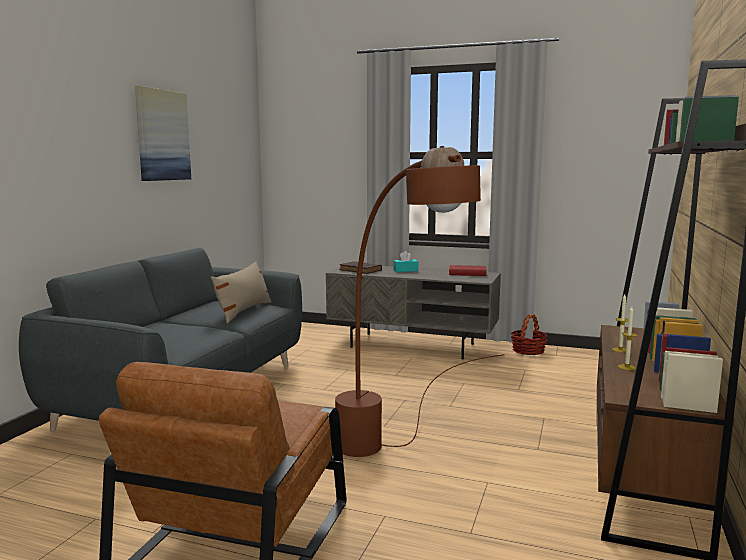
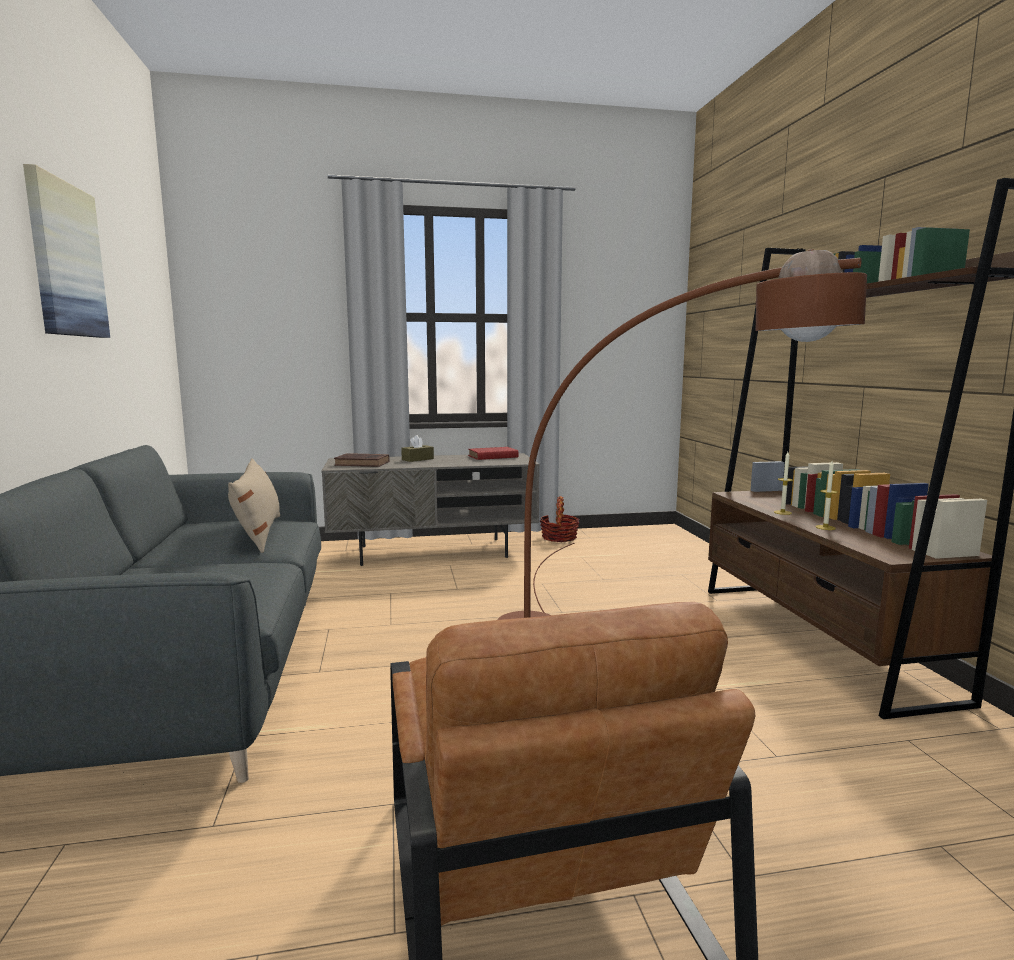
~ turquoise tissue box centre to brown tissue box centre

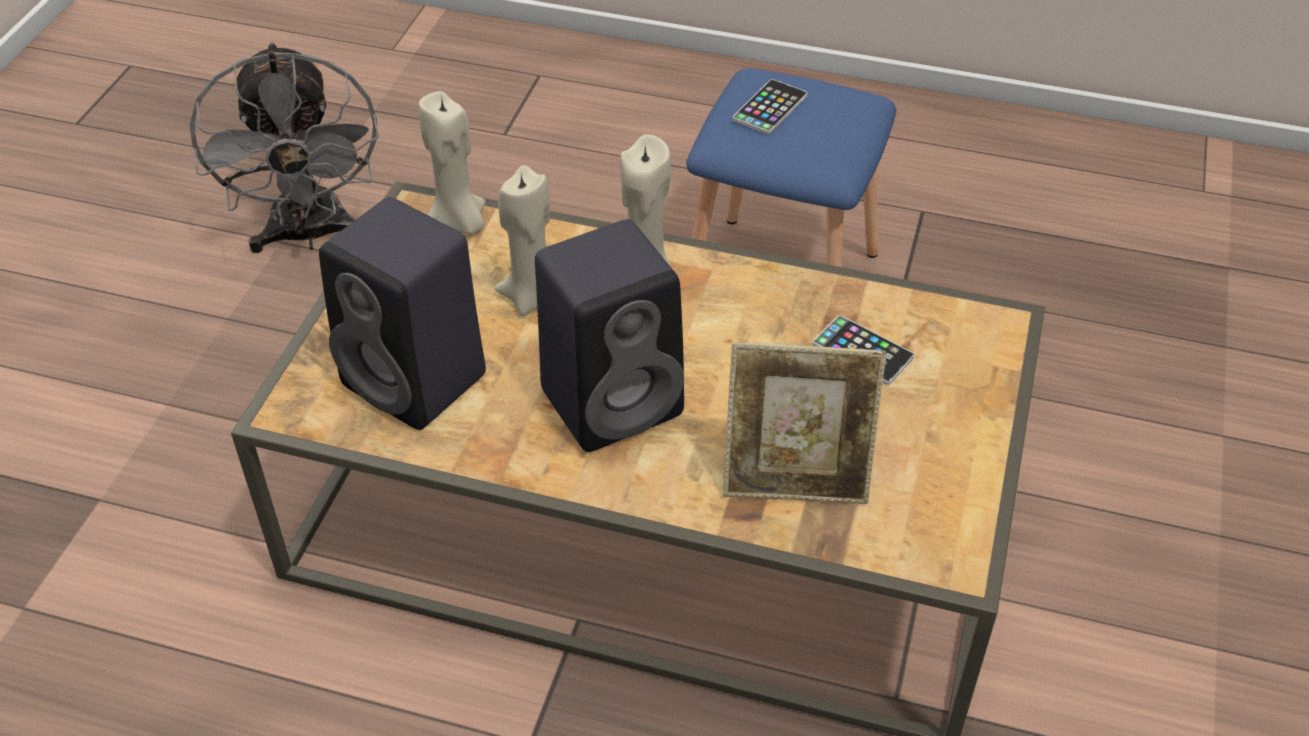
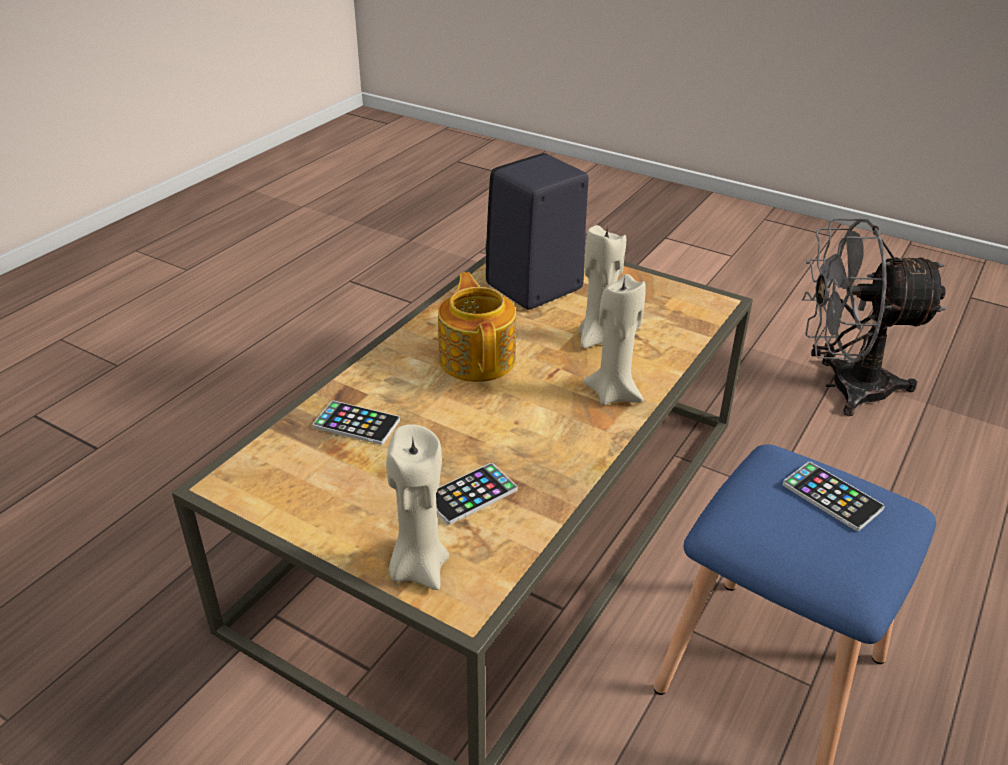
~ beige candle (1st from left) top centre to centre
~ black speaker (2nd from left) centre to teapot centre
~ picture frame centre to phone (1st from left) centre

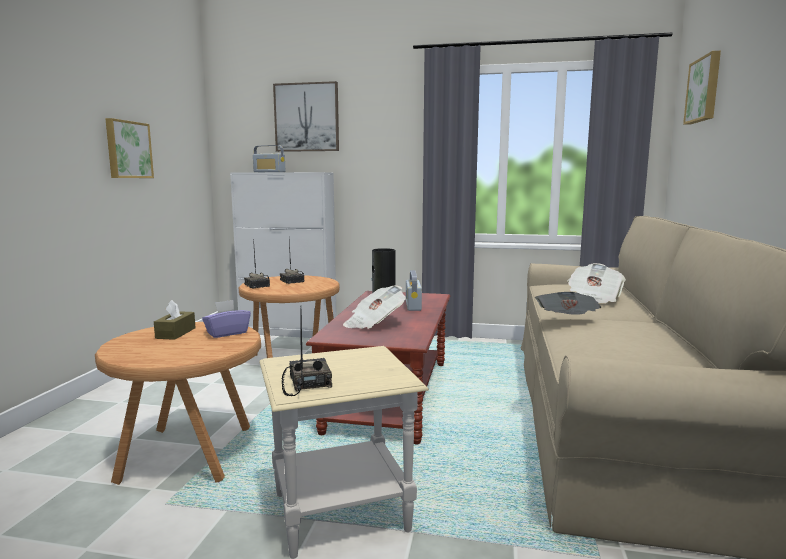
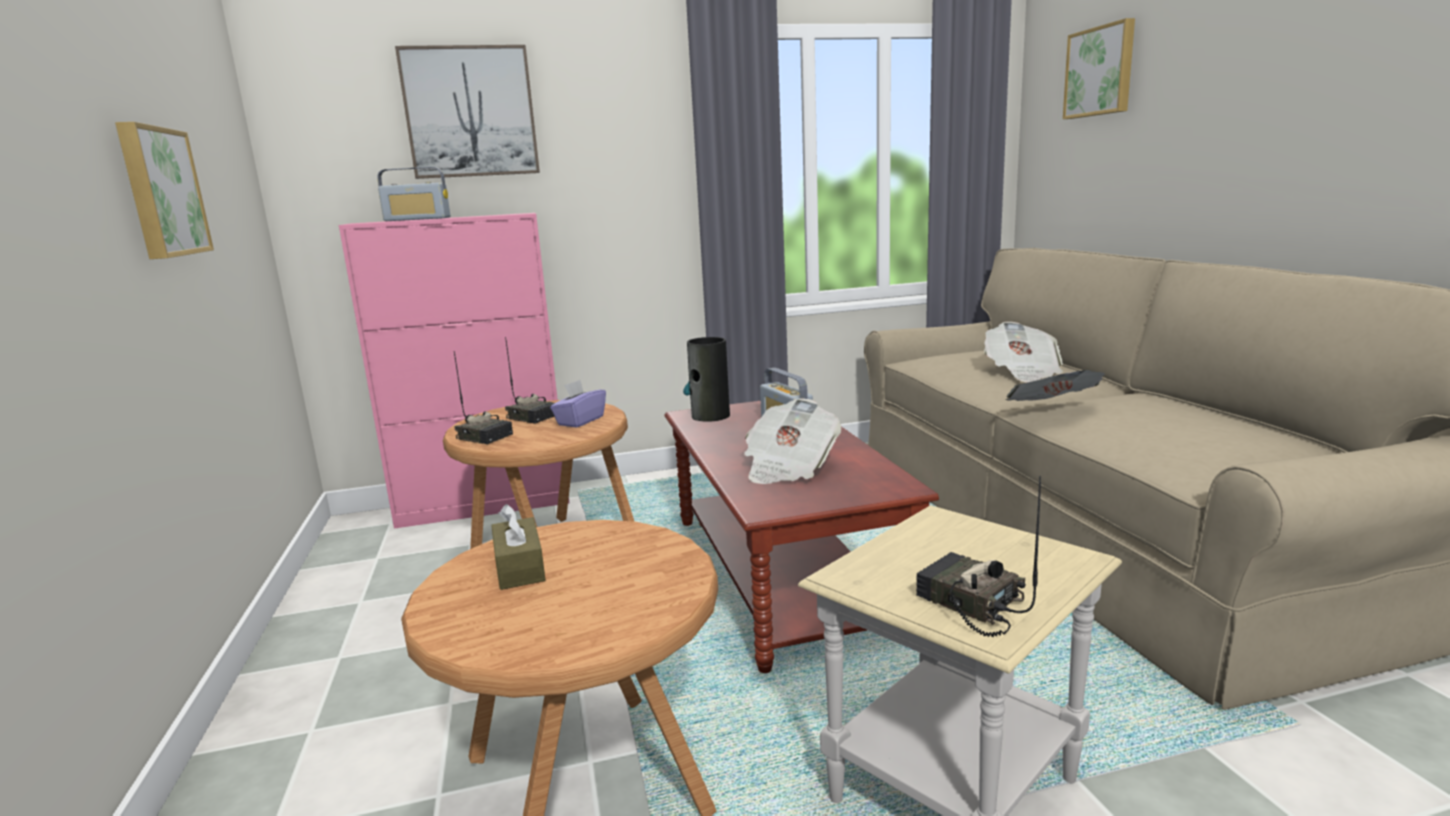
~ white cabinet centre to pink cabinet middle left
~ purple tissue box middle left to centre

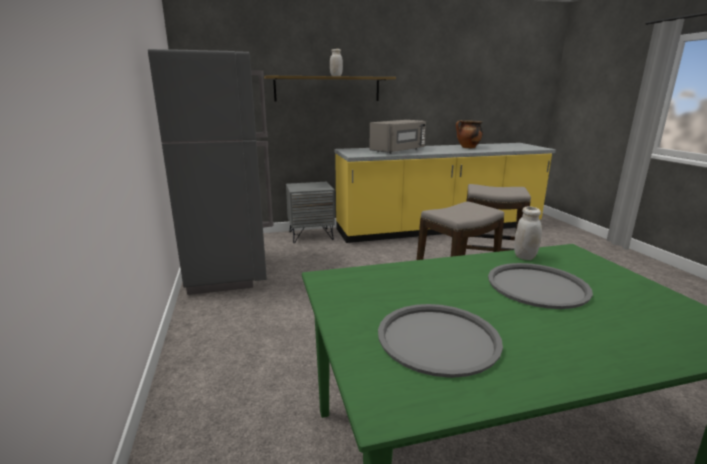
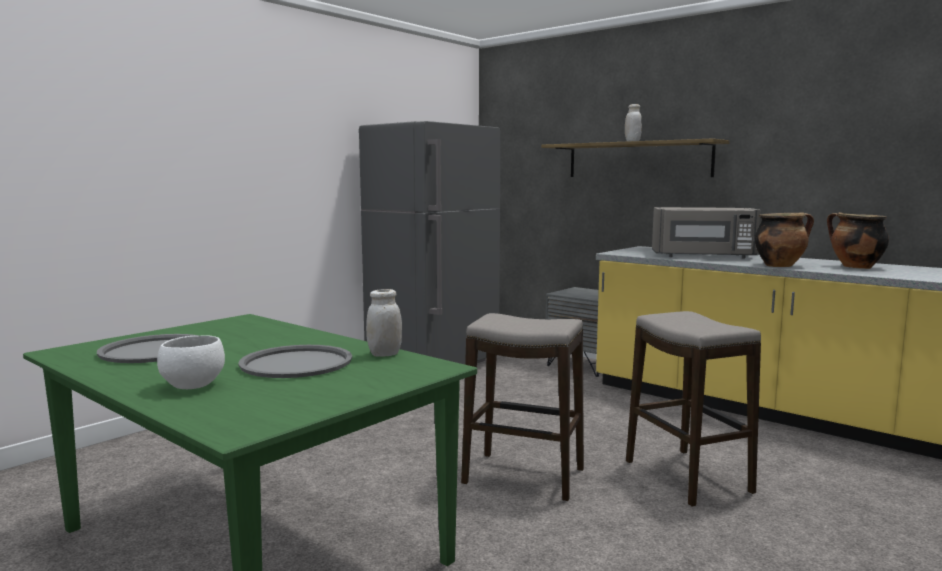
+ cooking pot (1st from left) middle right
+ white bowl middle left

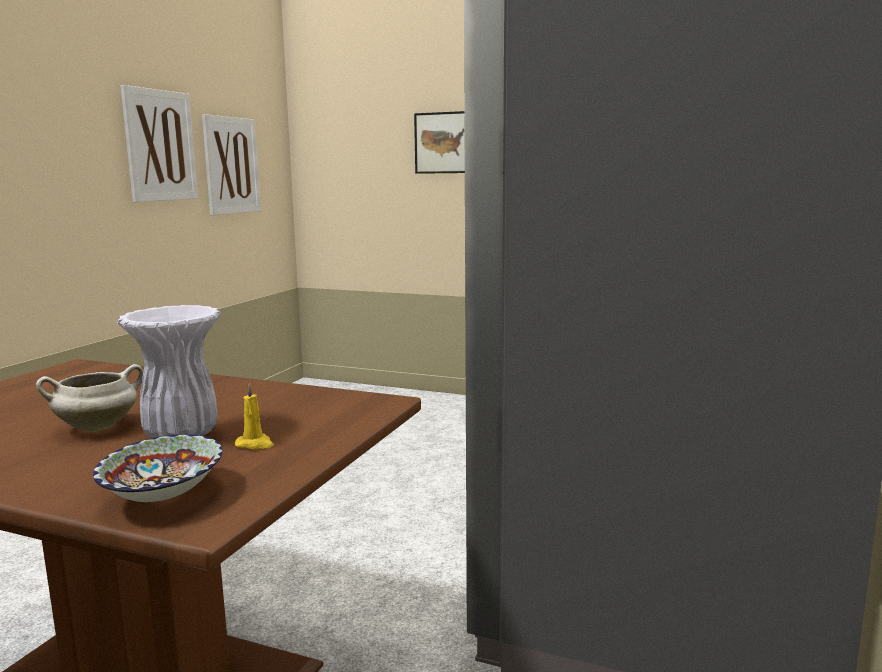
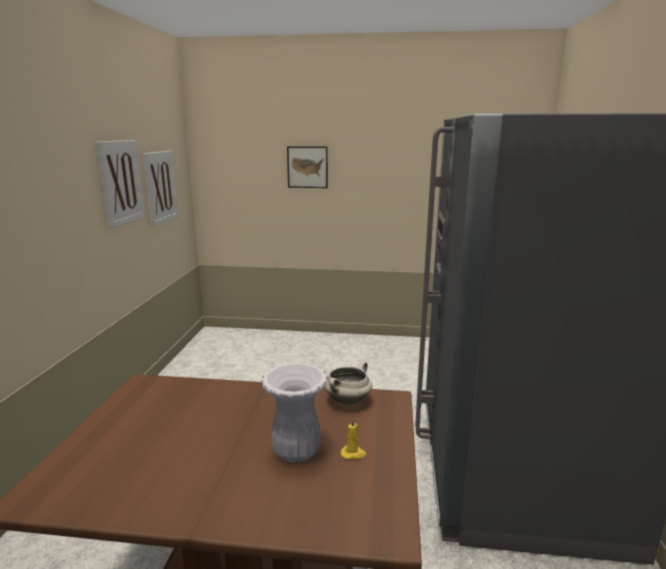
~ white cooking pot middle left to bottom centre
- bowl bottom left

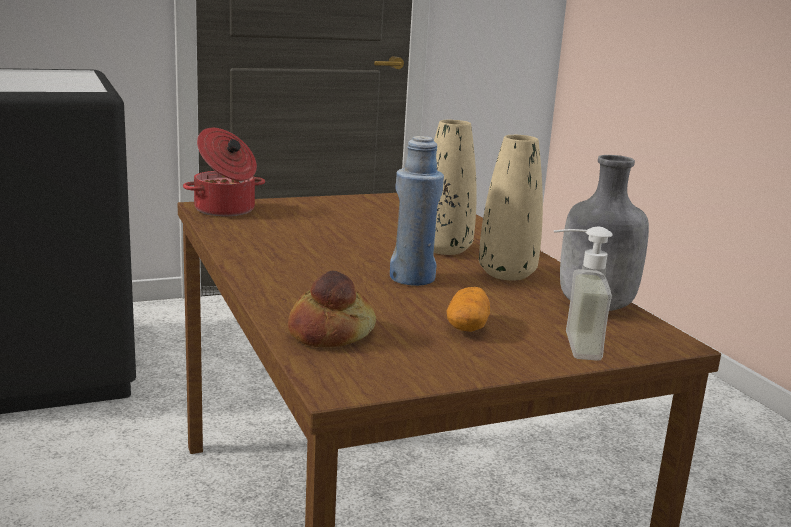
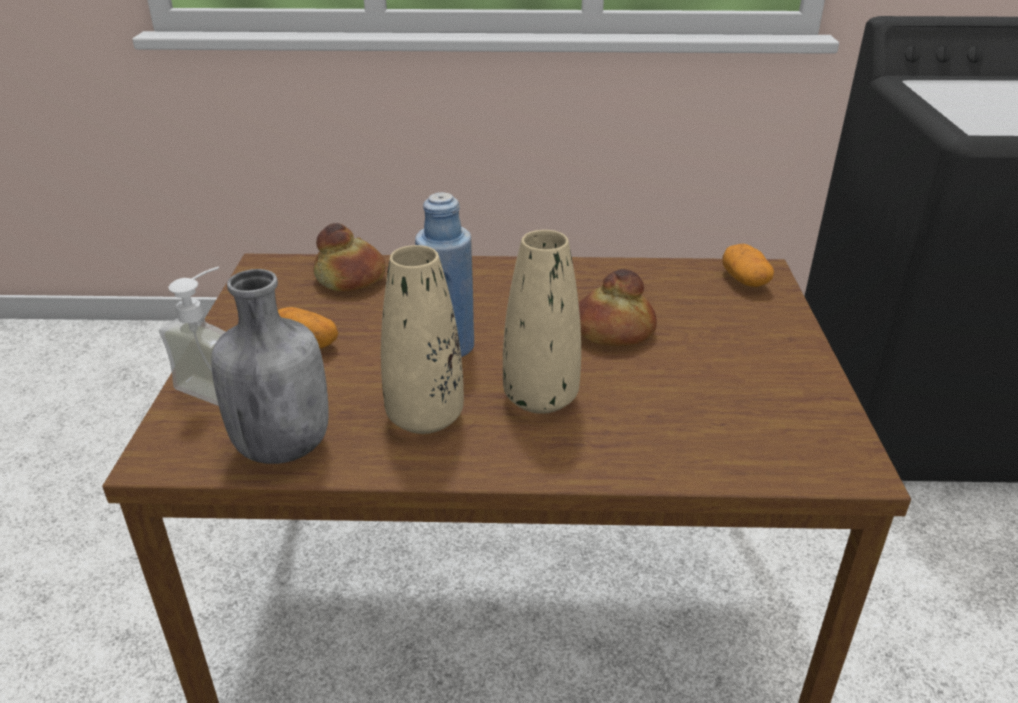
~ cooking pot top left to potato (2nd from left) middle right
+ bread (2nd from left) centre

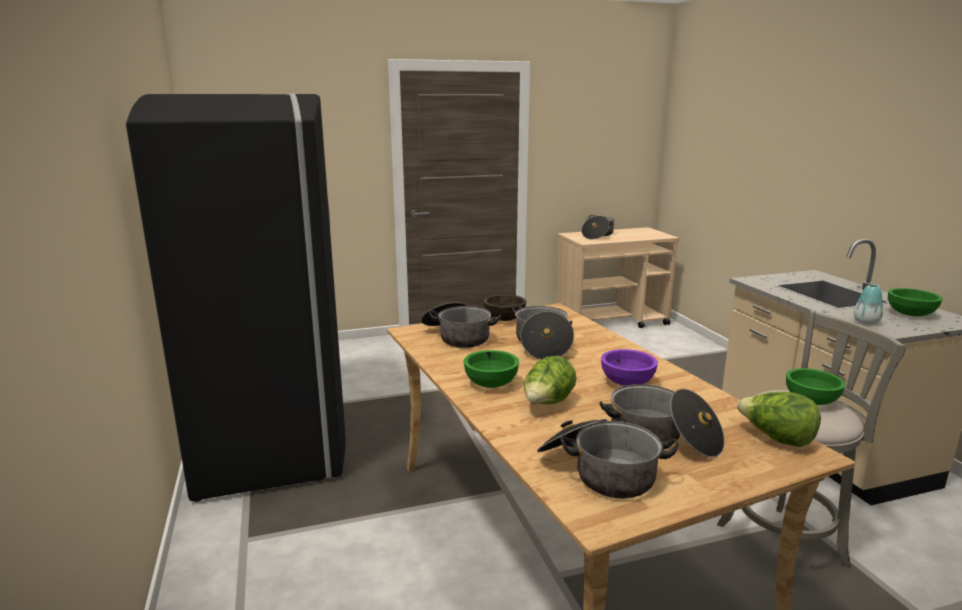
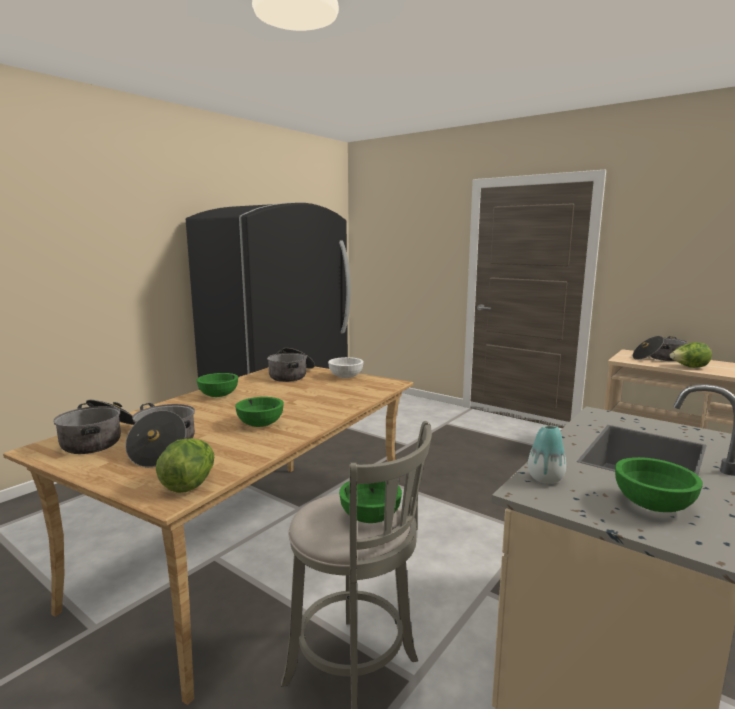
~ brown bowl centre to white bowl centre
- cooking pot (2nd from left) centre
~ purple bowl centre to green bowl (2nd from left) centre
~ lettuce (1st from left in the first image) centre to lettuce (2nd from left) middle right

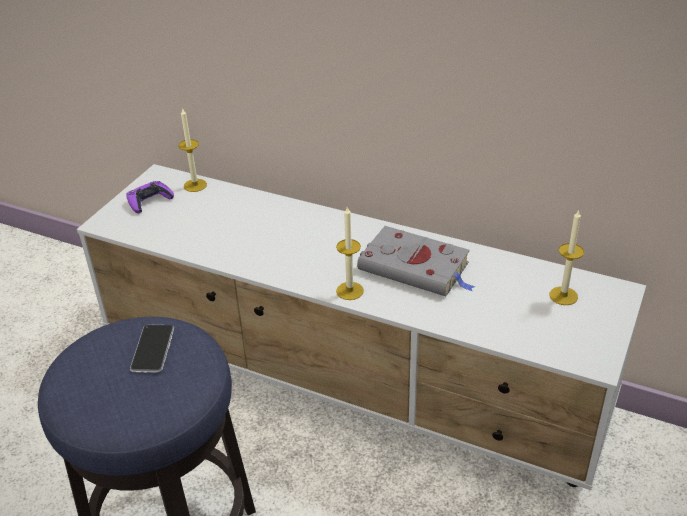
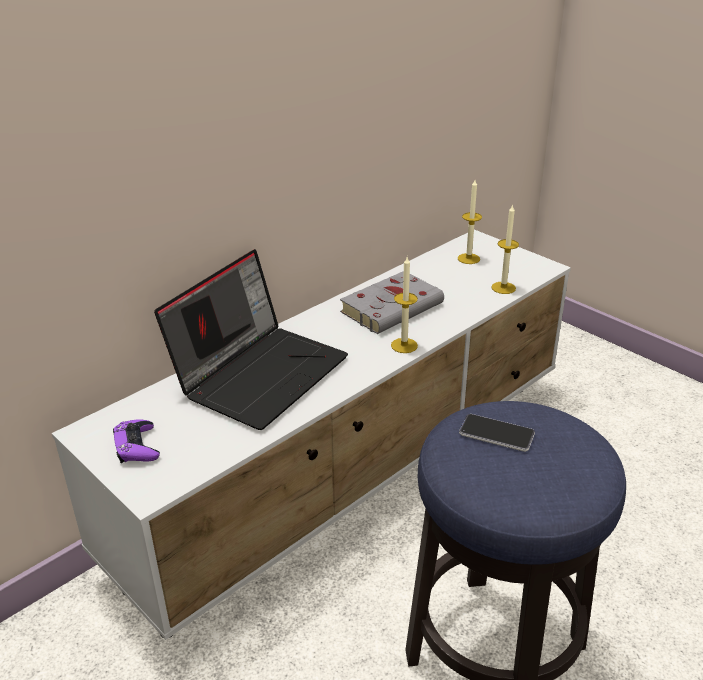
~ candle (1st from left in the first image) top left to candle (3rd from left) middle right
+ laptop centre

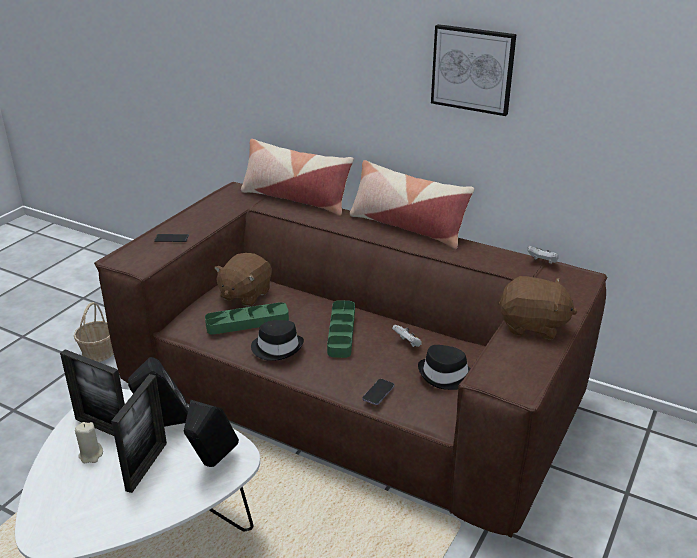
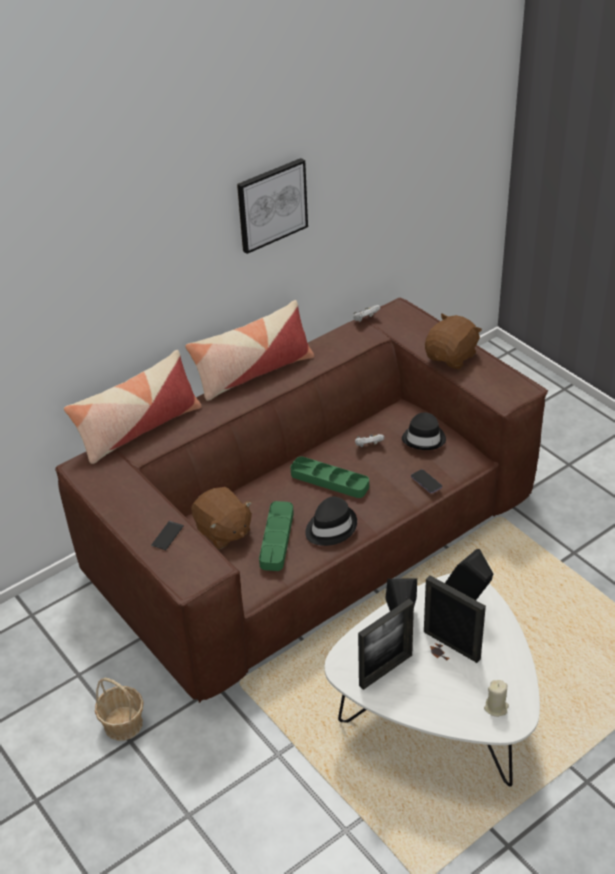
~ beige candle bottom left to bottom right

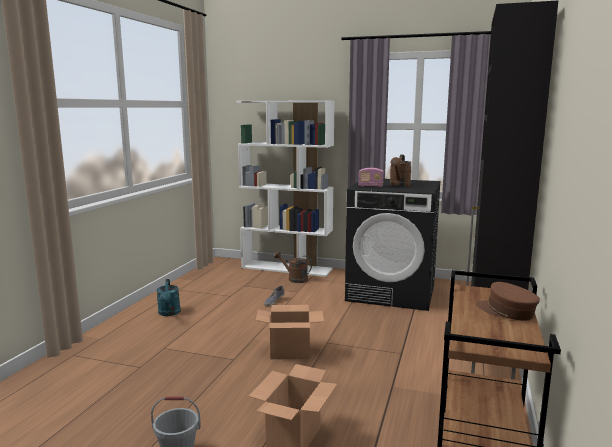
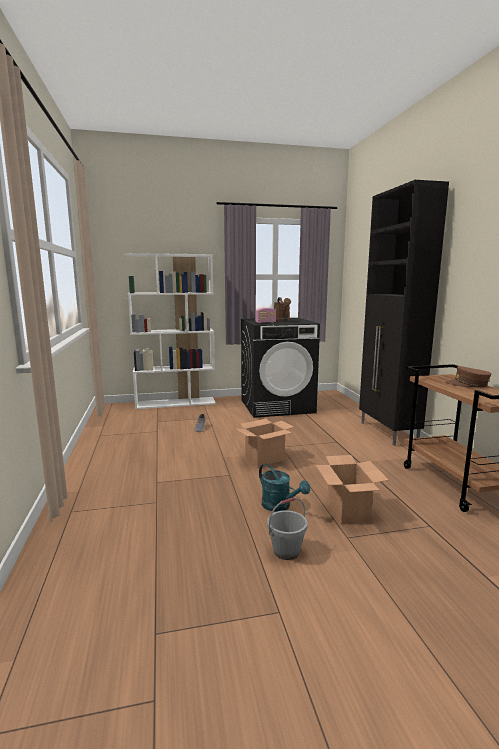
- brown watering can (1st from left) centre
~ turquoise watering can middle left to centre

